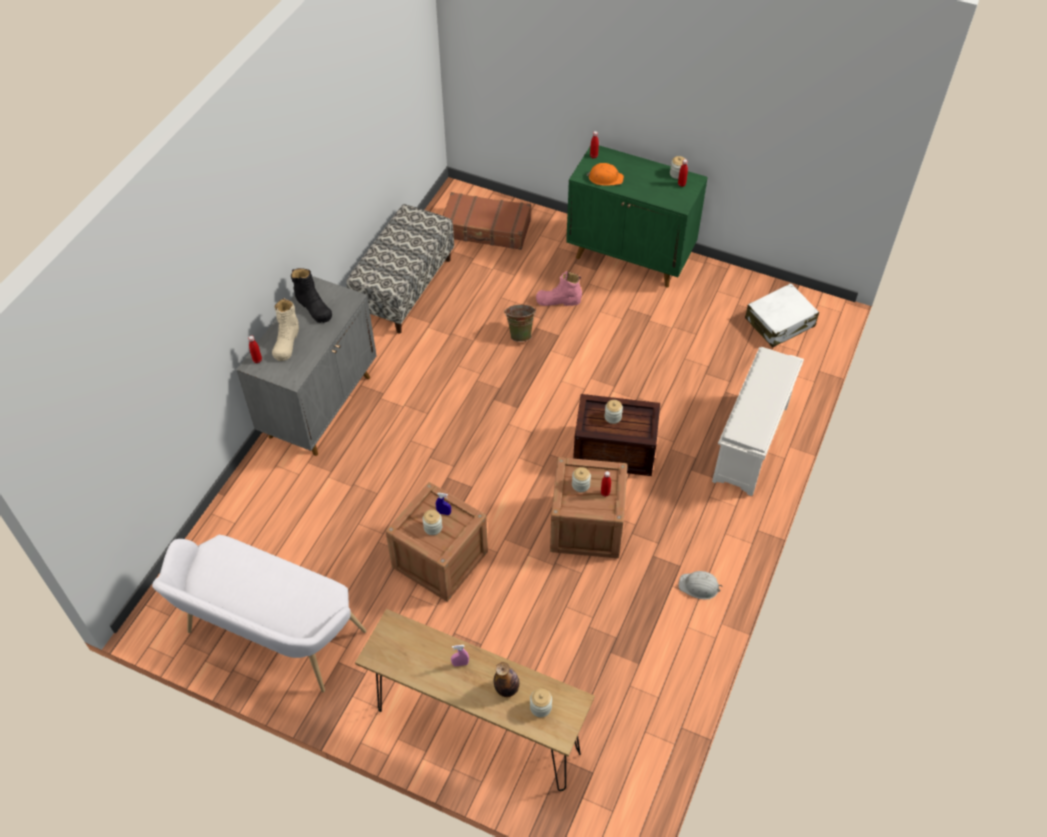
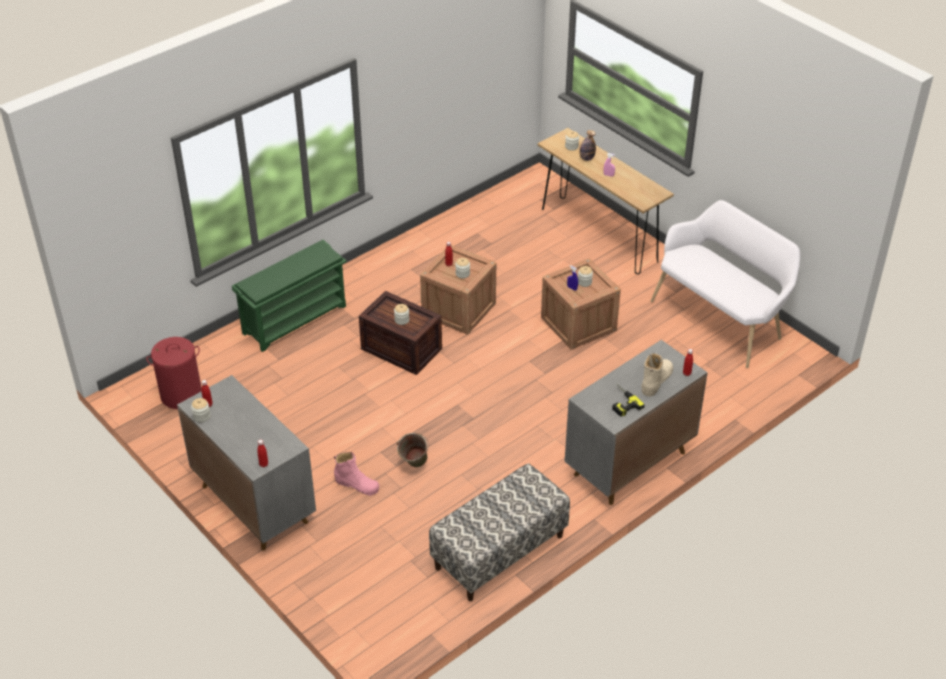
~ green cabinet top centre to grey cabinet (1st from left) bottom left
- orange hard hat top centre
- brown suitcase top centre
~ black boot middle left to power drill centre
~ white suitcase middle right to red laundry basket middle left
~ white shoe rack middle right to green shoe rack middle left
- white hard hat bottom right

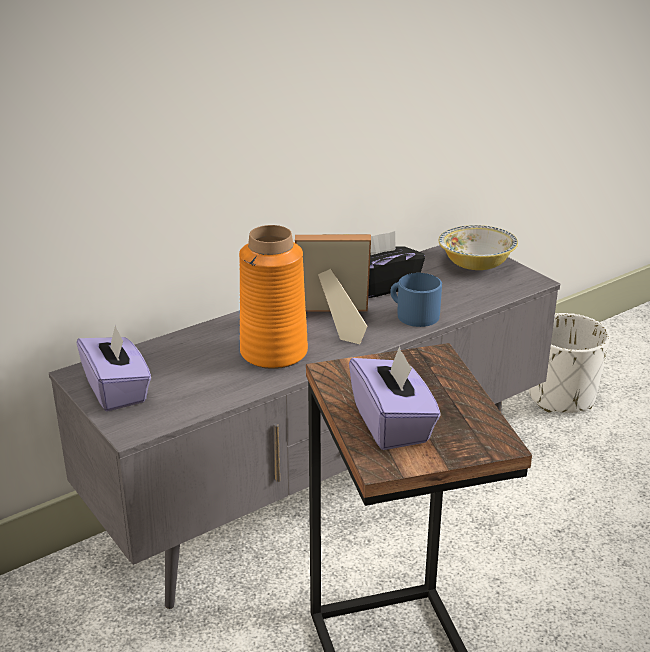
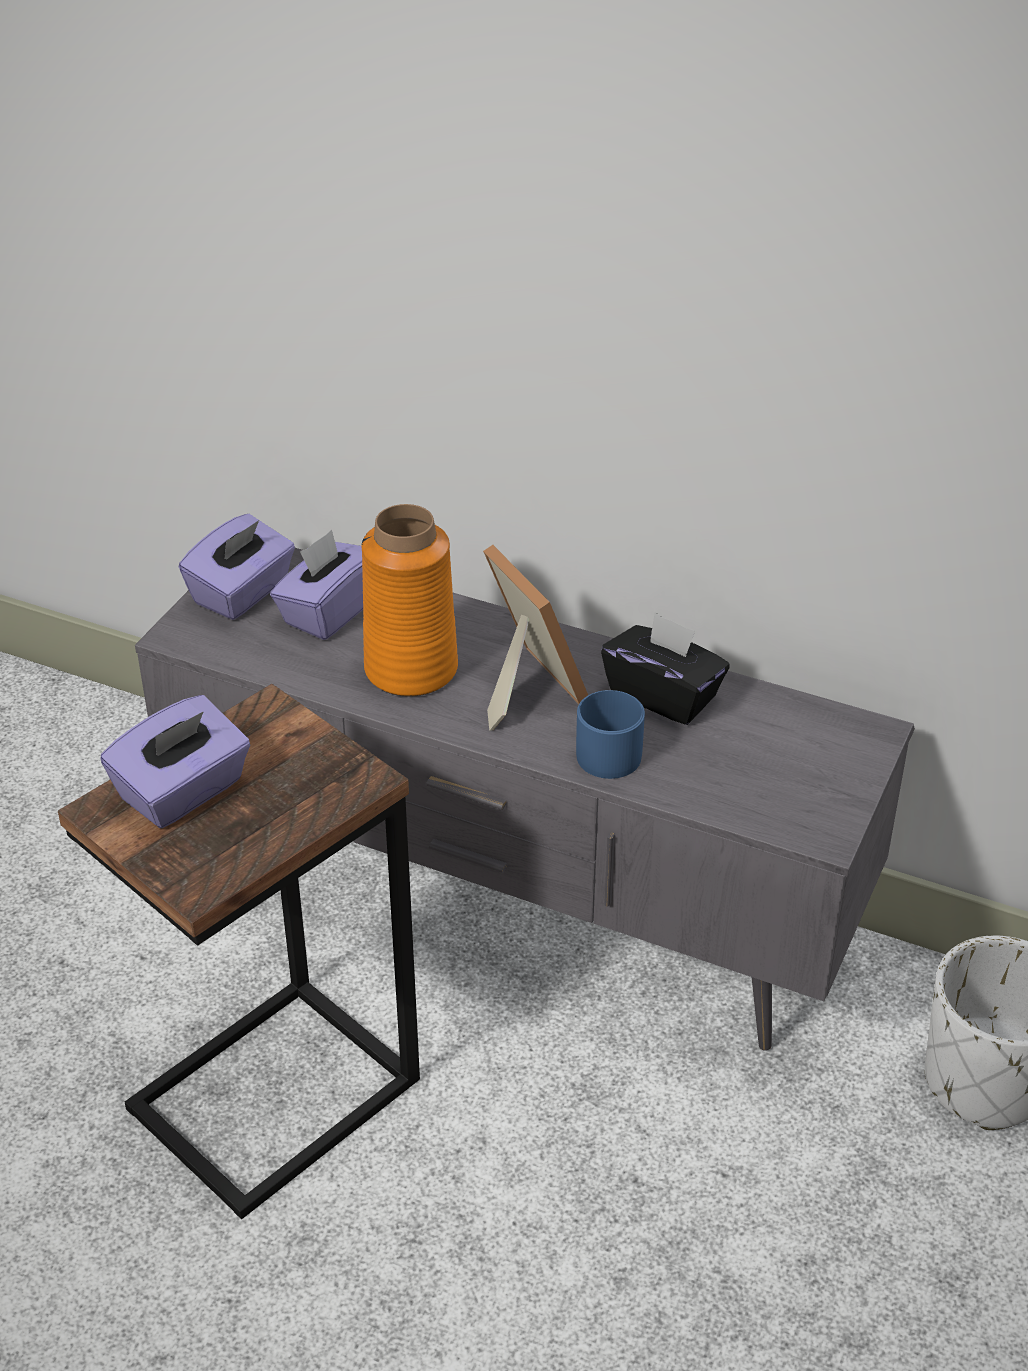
- bowl middle right
+ purple tissue box (3rd from left) middle left

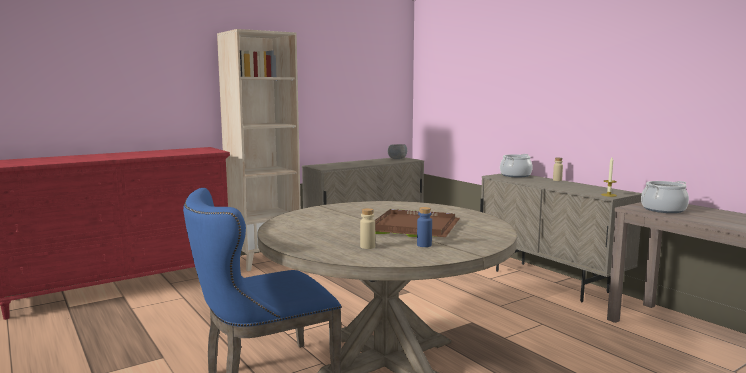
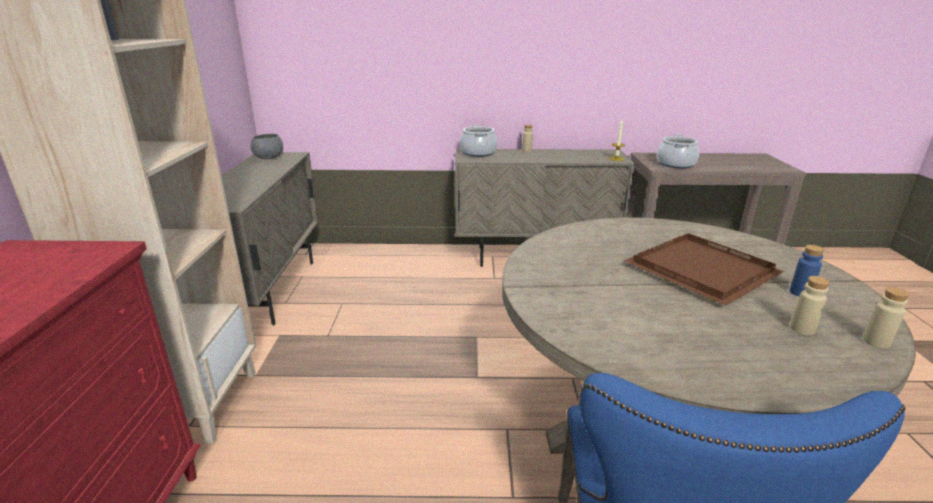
+ beige bottle (3rd from left) middle right

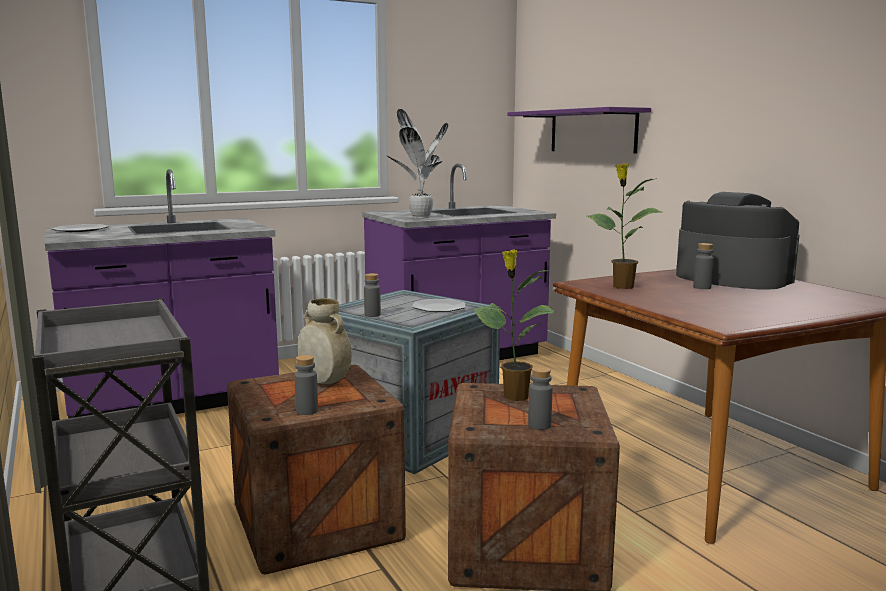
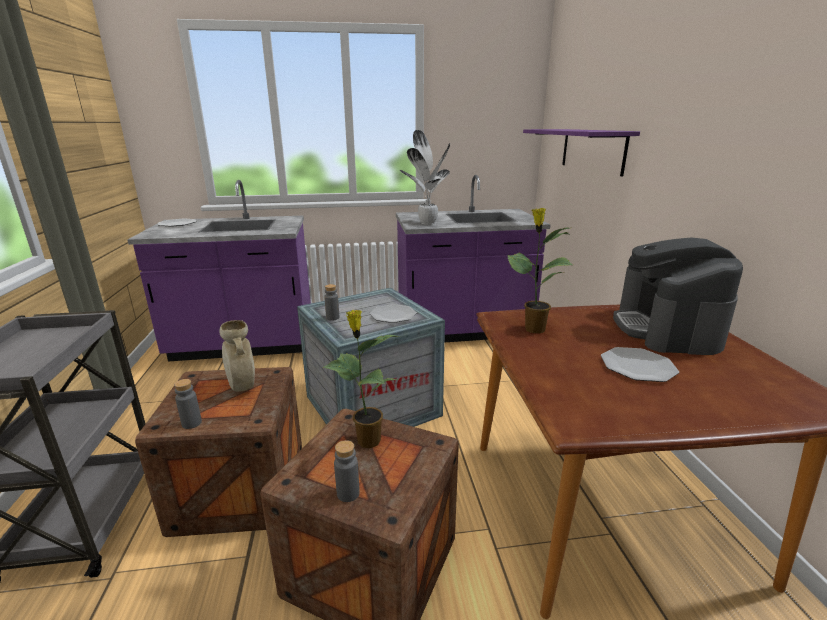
~ coffee machine middle right = middle right 150 degrees counterclockwise
- grey bottle (4th from left) middle right
+ plate (3rd from left) middle right

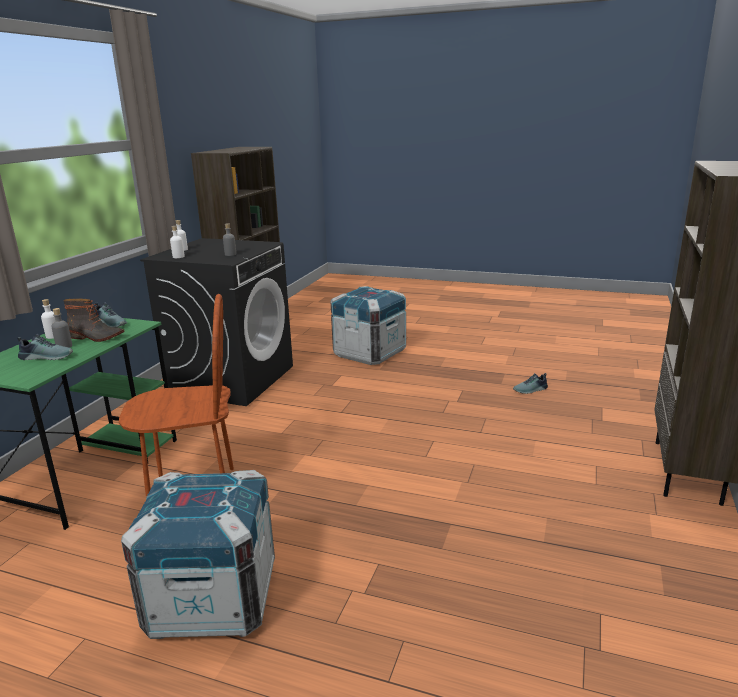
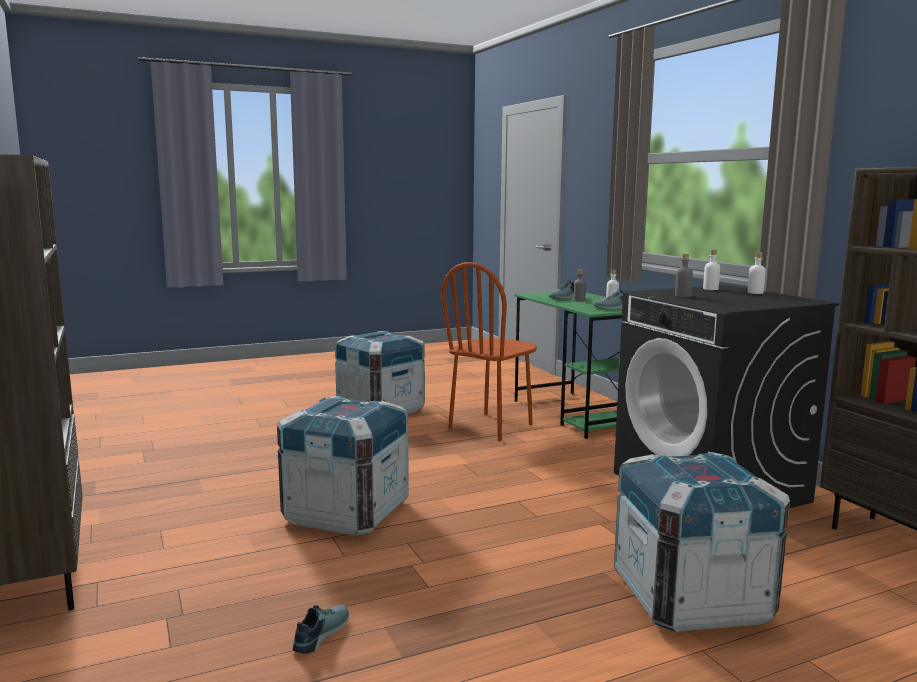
- boot middle left
+ crate (1st from left) bottom centre

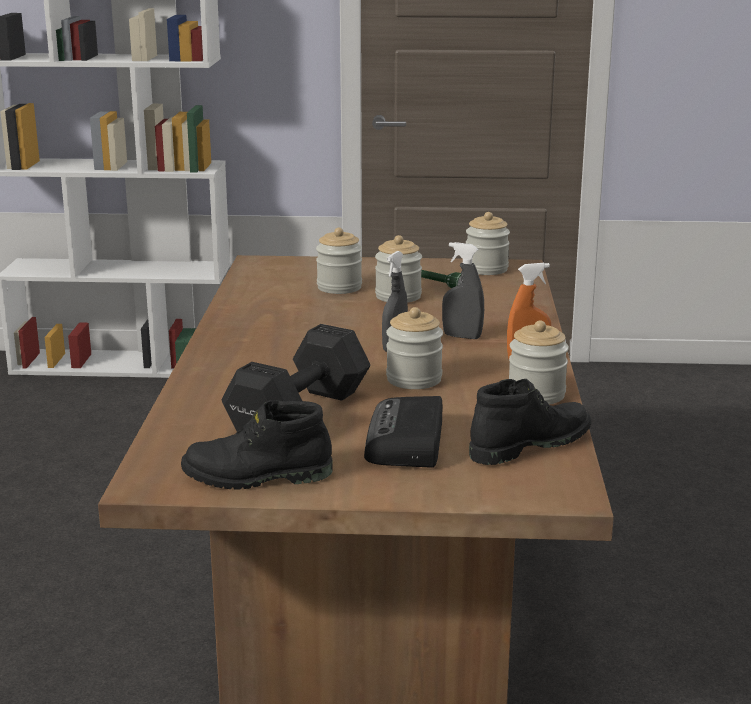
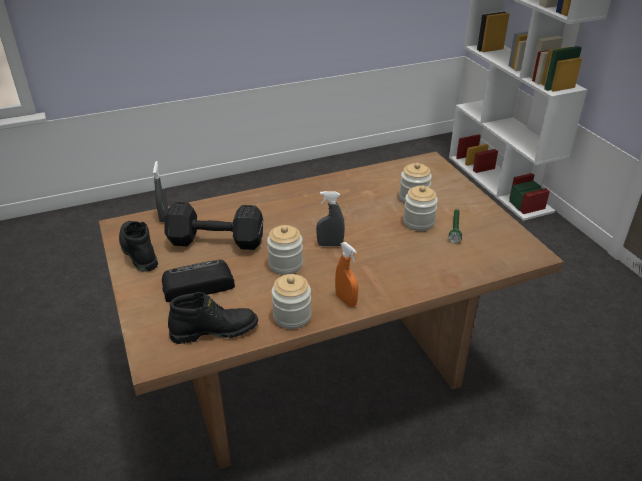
- jar (4th from left) centre
~ grey spray bottle (2nd from left in the first image) centre to grey spray bottle (1st from left) middle left
~ black boot (2nd from left) middle right = middle left 45 degrees counterclockwise

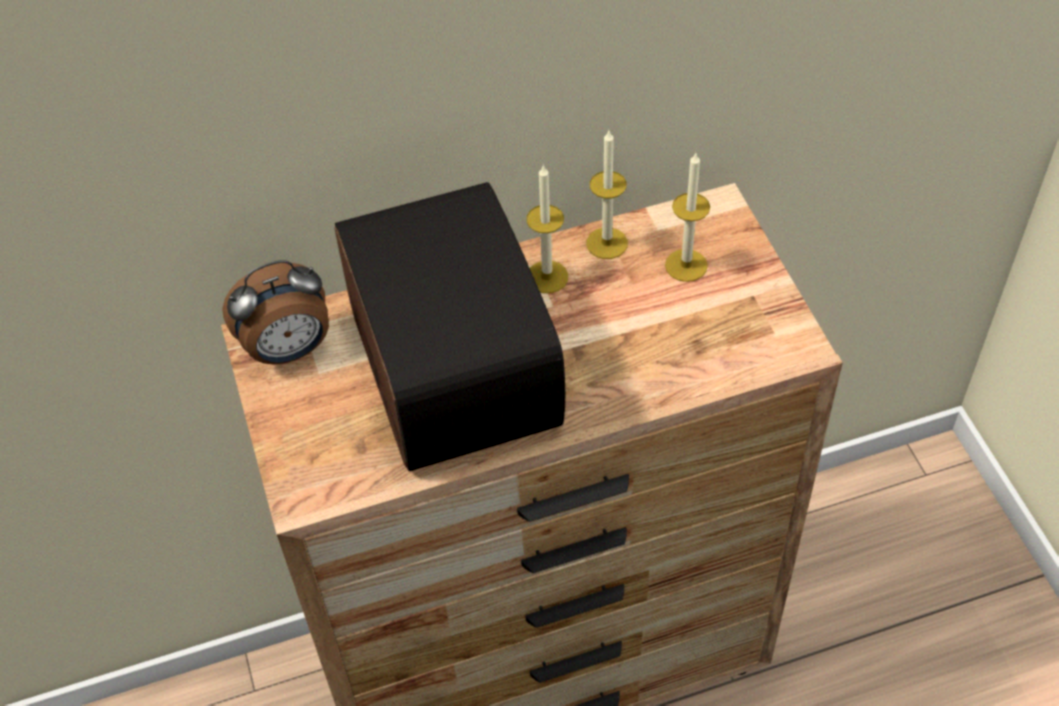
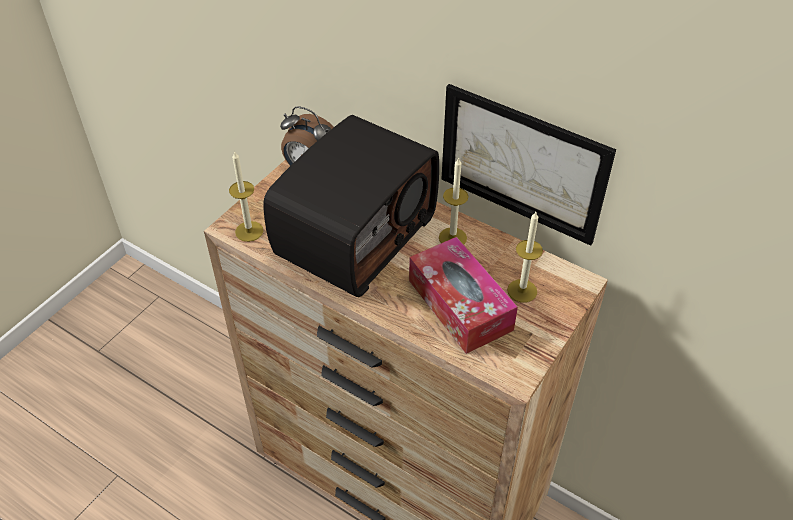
~ candle (2nd from left in the first image) top centre to candle (1st from left) middle left
+ picture top right
+ tissue box centre

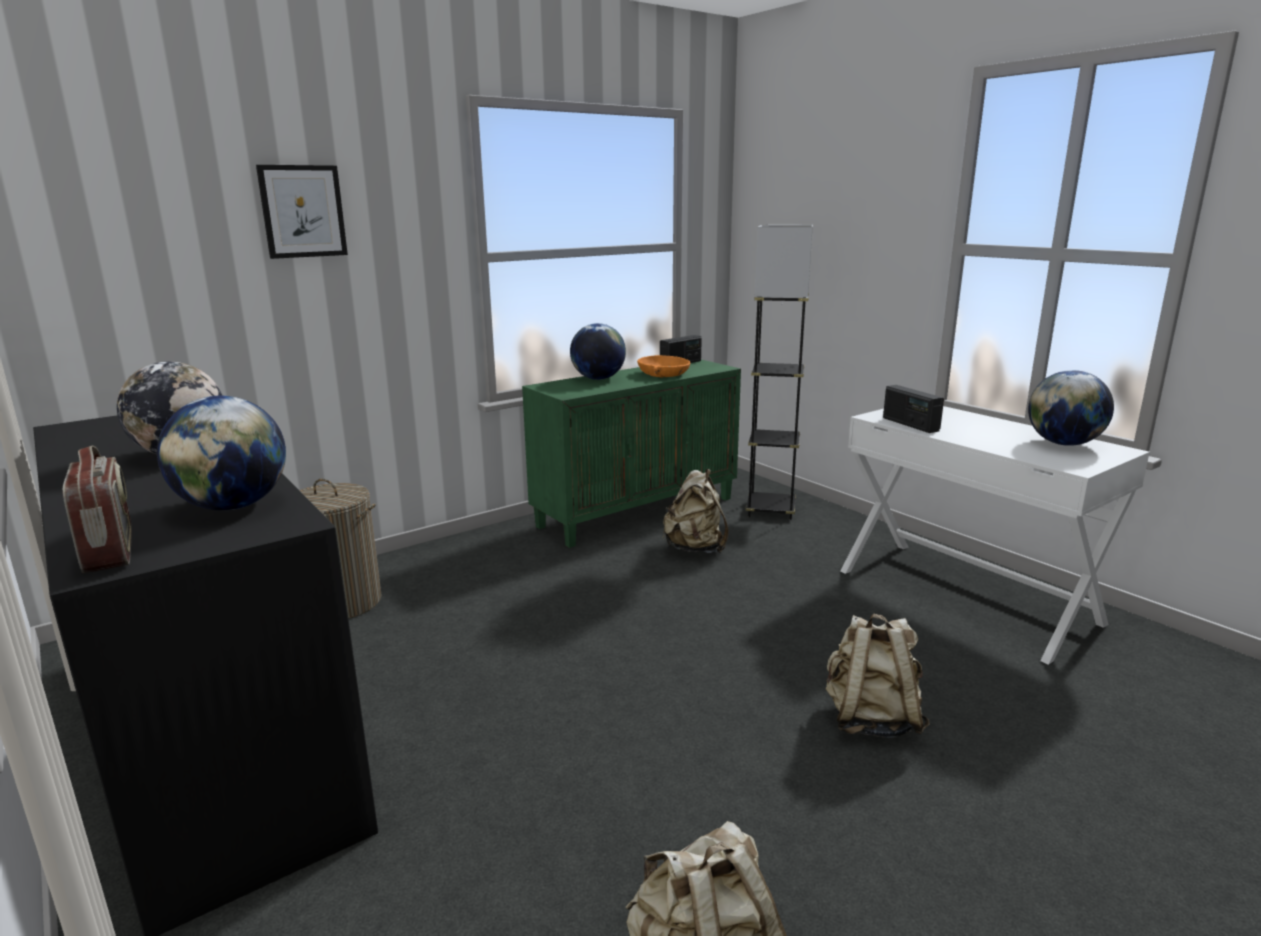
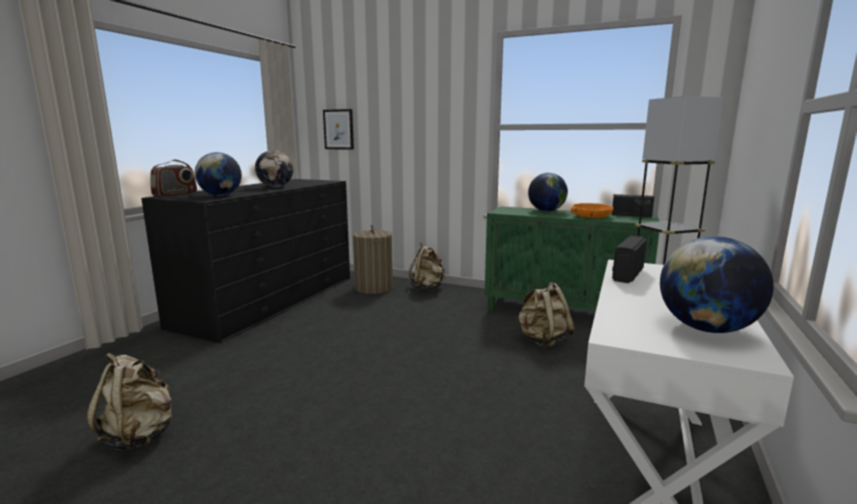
~ picture top left to top centre
~ beige backpack (3rd from left in the first image) bottom right to beige backpack (2nd from left) centre

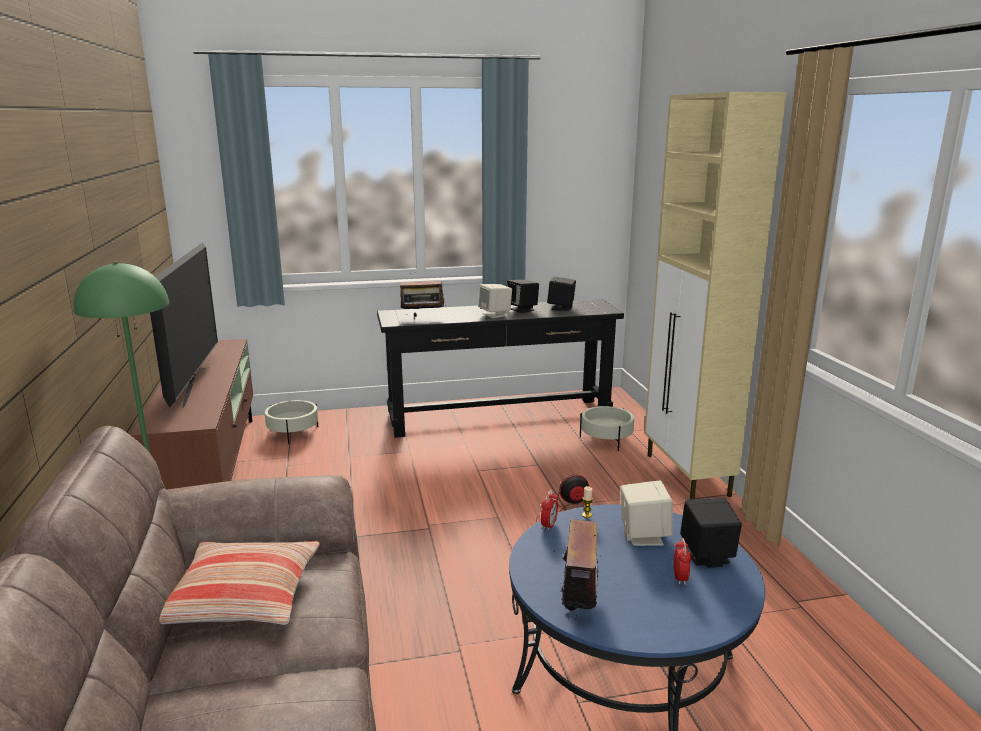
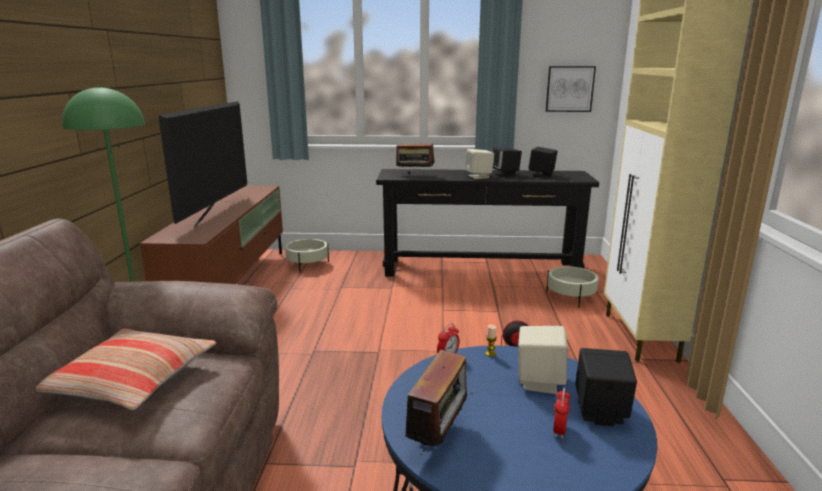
+ picture top right

